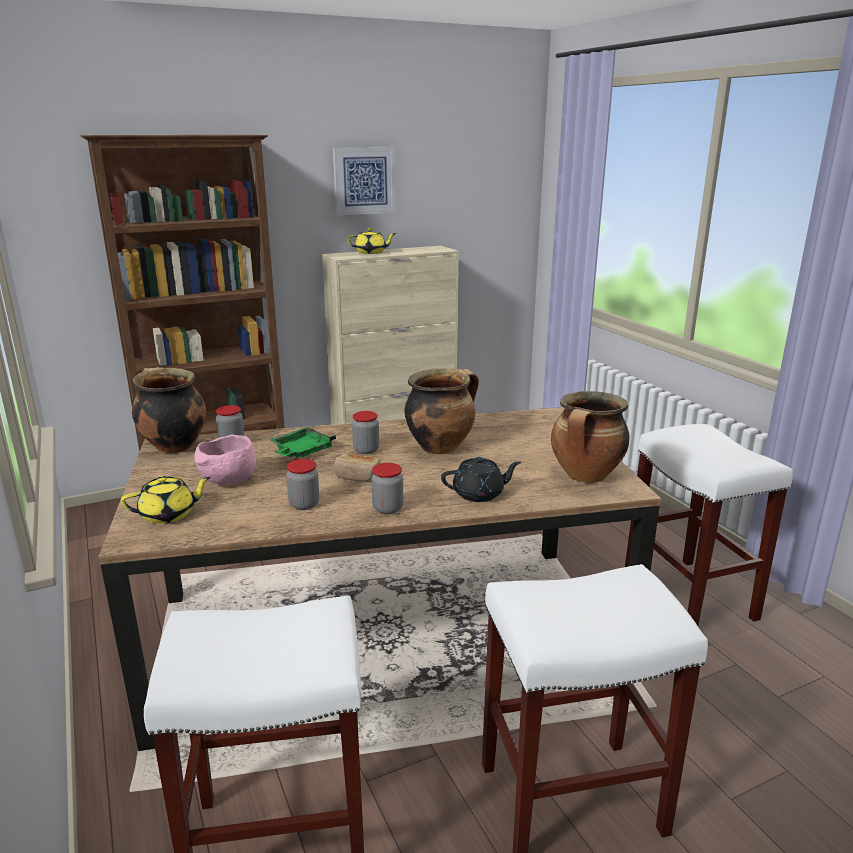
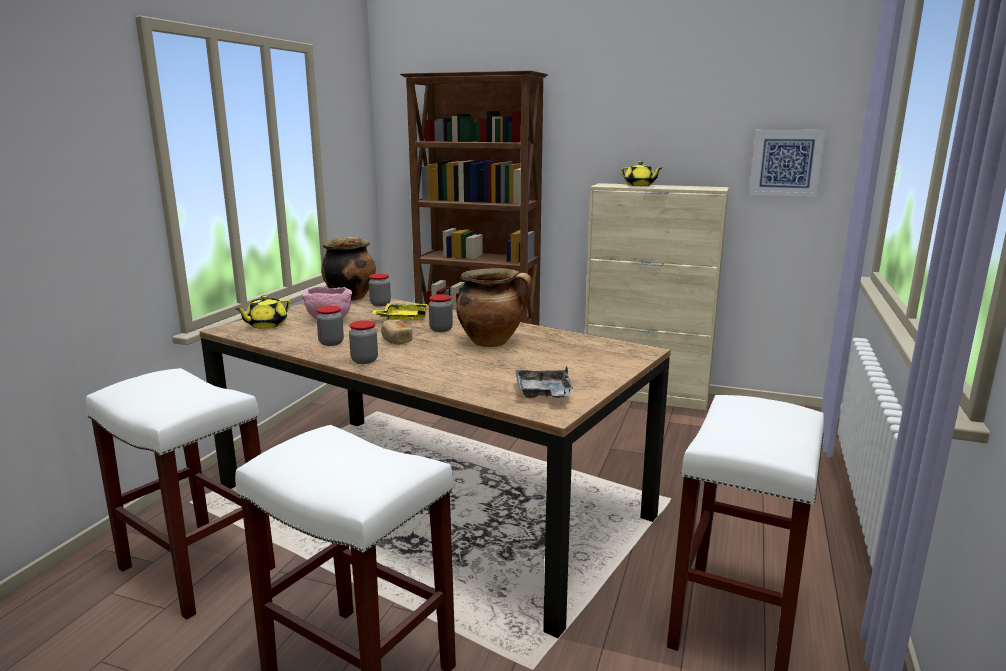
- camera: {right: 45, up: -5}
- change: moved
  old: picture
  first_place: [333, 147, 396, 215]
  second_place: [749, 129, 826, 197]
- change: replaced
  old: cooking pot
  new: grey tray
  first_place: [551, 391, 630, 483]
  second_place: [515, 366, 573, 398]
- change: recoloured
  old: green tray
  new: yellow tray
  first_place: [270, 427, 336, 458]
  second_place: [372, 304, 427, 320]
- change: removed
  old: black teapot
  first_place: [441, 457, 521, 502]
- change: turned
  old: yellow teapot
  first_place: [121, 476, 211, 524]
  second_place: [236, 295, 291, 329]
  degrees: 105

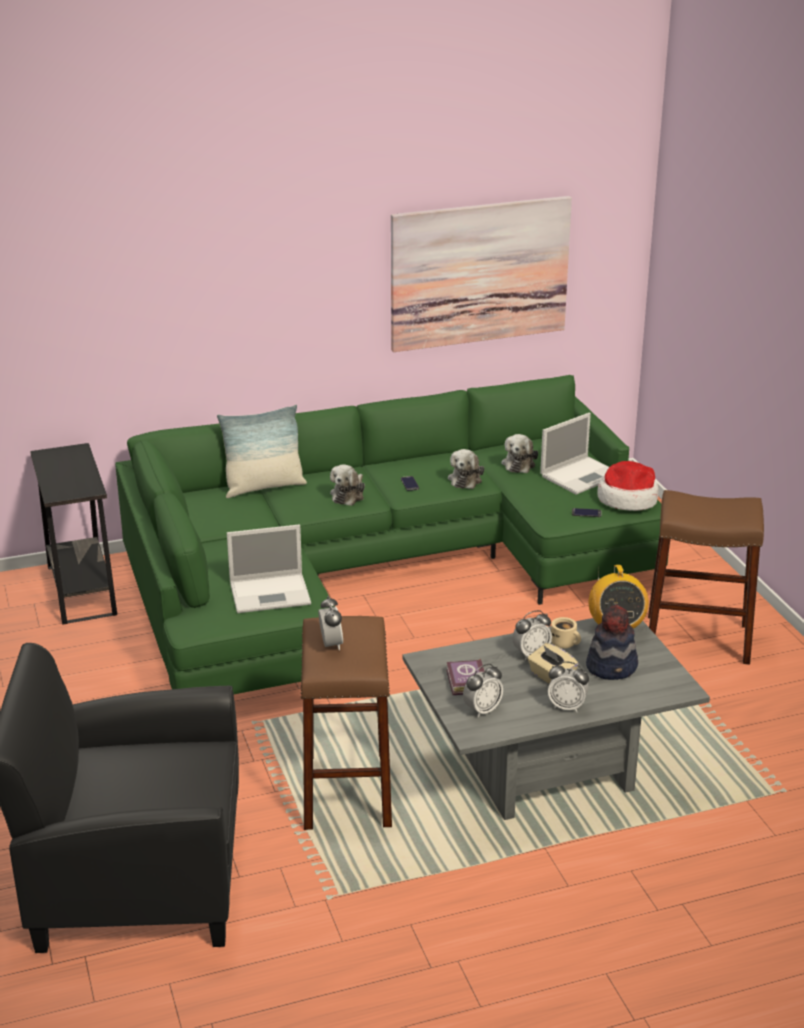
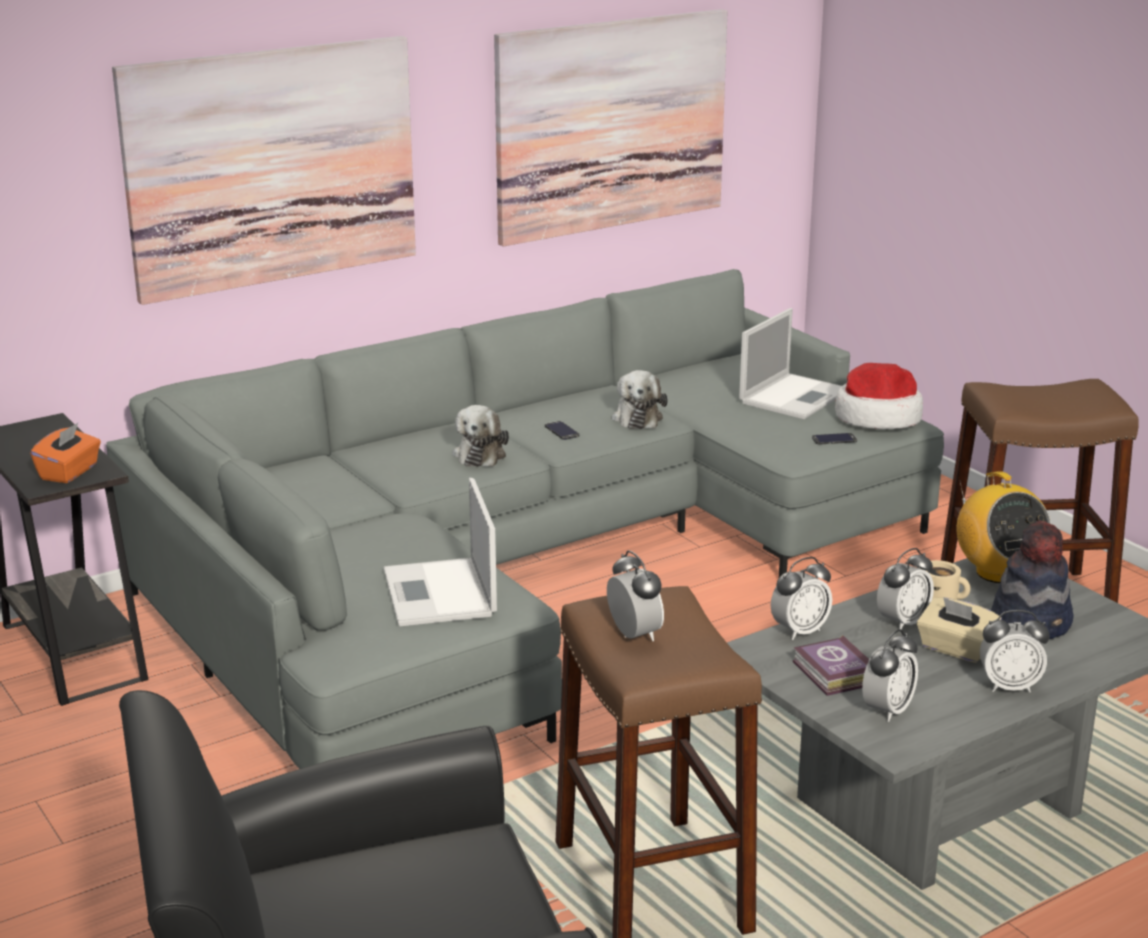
- camera: {right: -15, up: -5}
- change: recoloured
  old: green sofa
  new: grey sofa
  first_place: [115, 375, 669, 694]
  second_place: [106, 269, 944, 769]
- change: removed
  old: pillow
  first_place: [217, 405, 307, 498]
- change: removed
  old: plush toy
  first_place: [501, 434, 538, 473]
- change: turned
  old: laptop
  first_place: [227, 524, 311, 613]
  second_place: [383, 478, 497, 627]
  degrees: 105
- change: added
  new: picture
  second_place: [112, 36, 416, 305]
- change: added
  new: orange tissue box
  second_place: [30, 423, 101, 483]
- change: added
  new: alarm clock
  second_place: [771, 557, 832, 640]

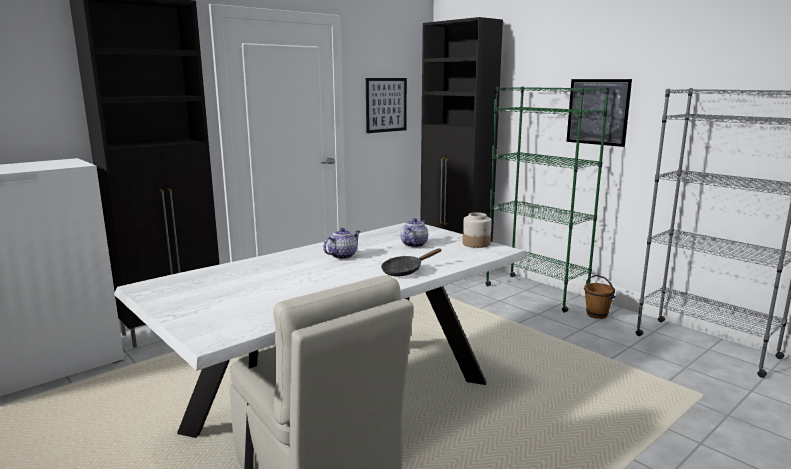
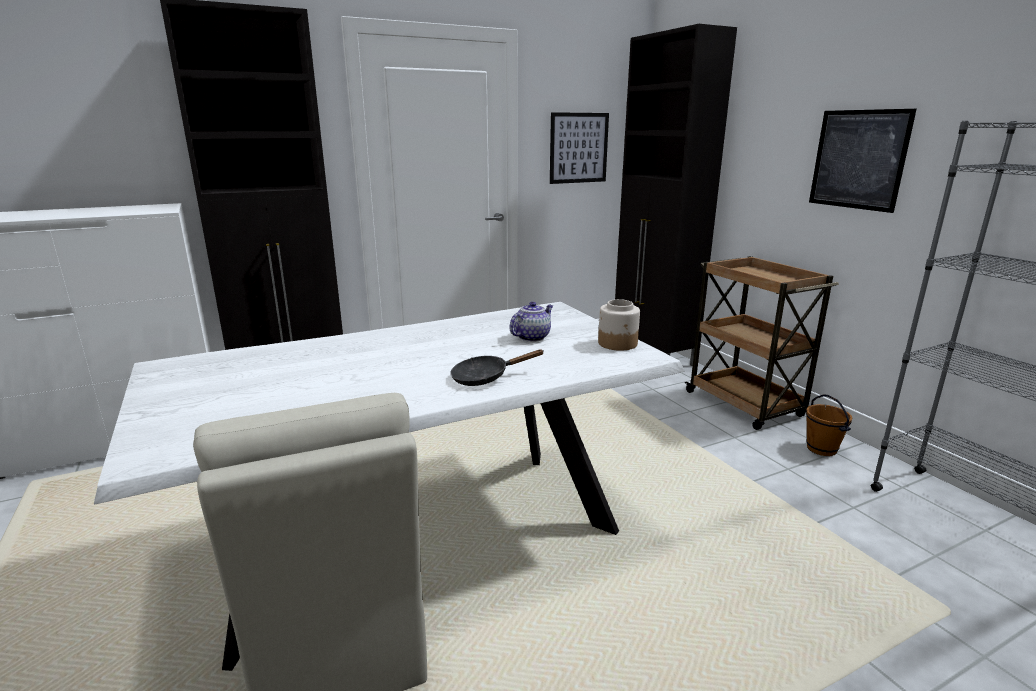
- camera: {right: 15, up: 5}
- change: replaced
  old: green bookcase
  new: brown cart
  first_place: [485, 86, 610, 313]
  second_place: [685, 256, 839, 430]
- change: removed
  old: teapot
  first_place: [323, 228, 360, 259]

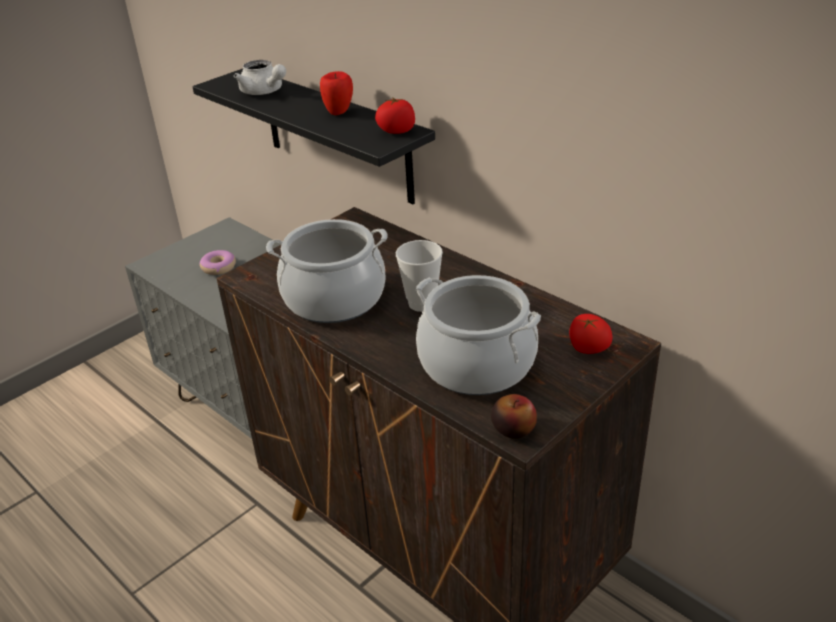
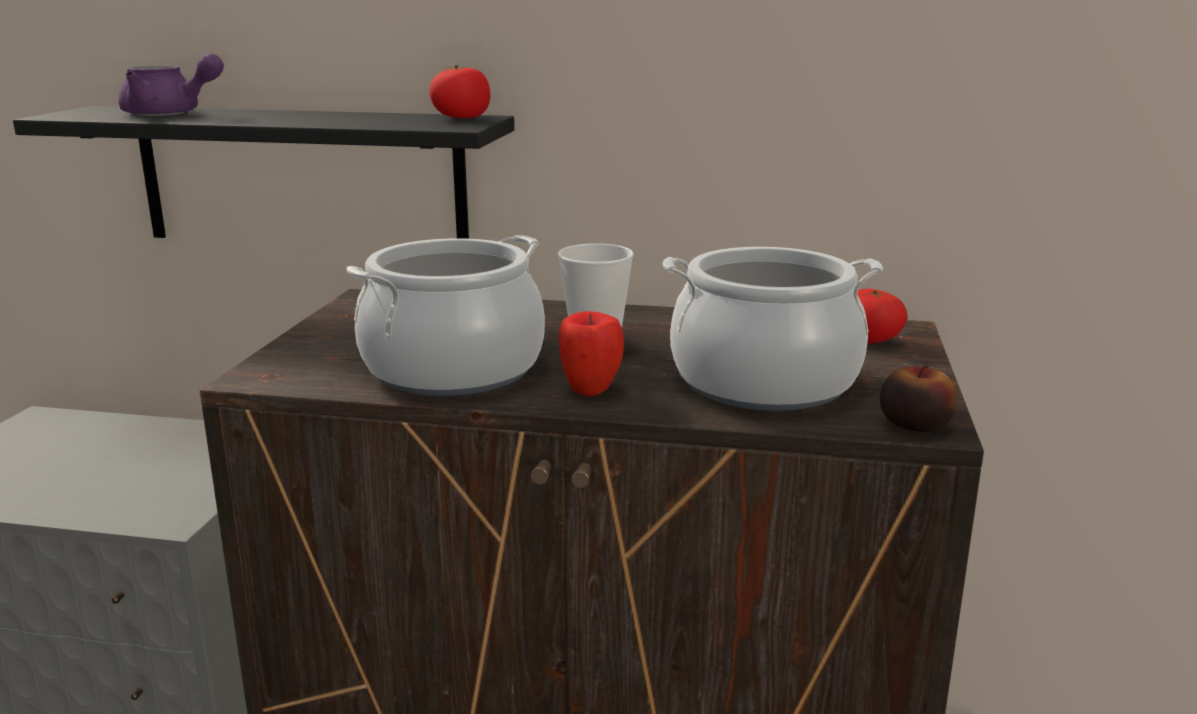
- camera: {right: -35, up: -15}
- change: recoloured
  old: white teapot
  new: purple teapot
  first_place: [234, 60, 286, 95]
  second_place: [119, 53, 224, 116]
- change: moved
  old: apple
  first_place: [320, 71, 353, 115]
  second_place: [558, 311, 624, 396]
- change: removed
  old: donut
  first_place: [199, 250, 236, 275]

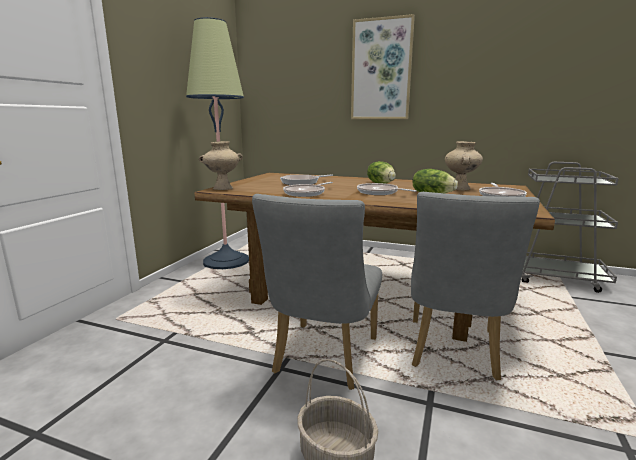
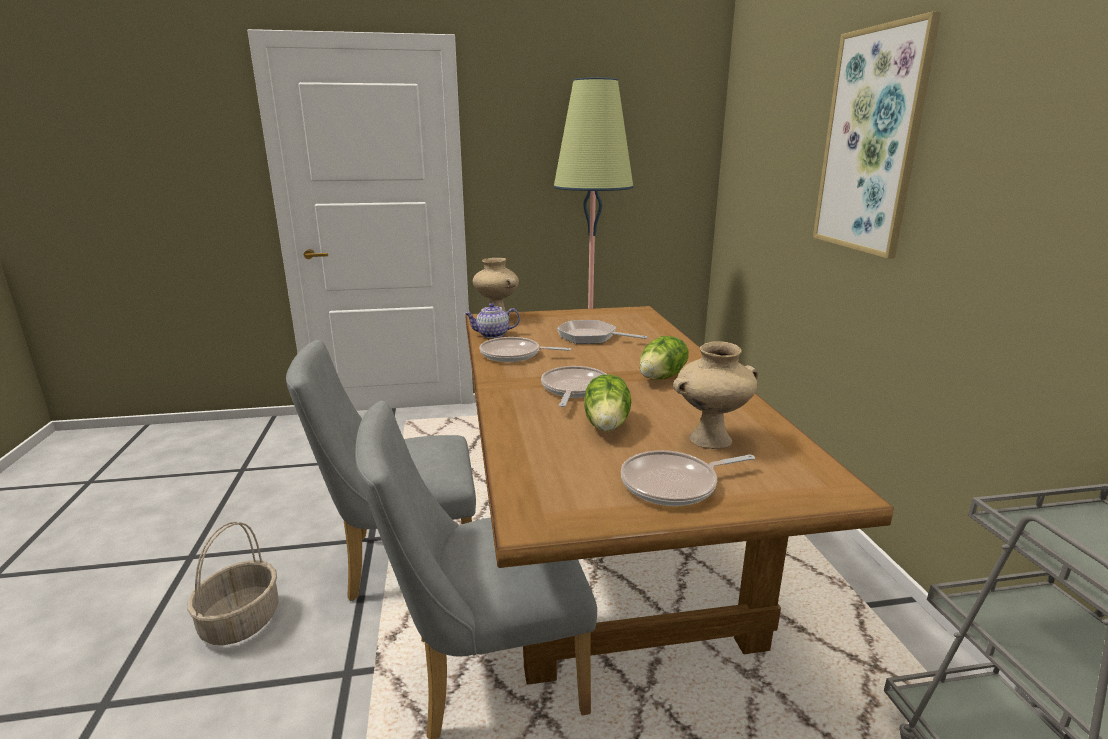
- camera: {right: 60, up: 5}
- change: added
  new: teapot
  second_place: [464, 303, 520, 338]

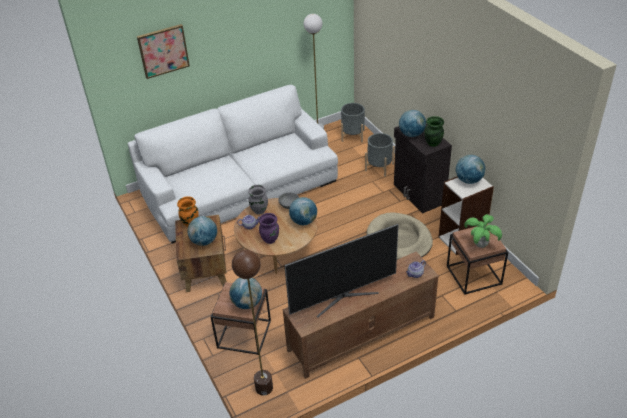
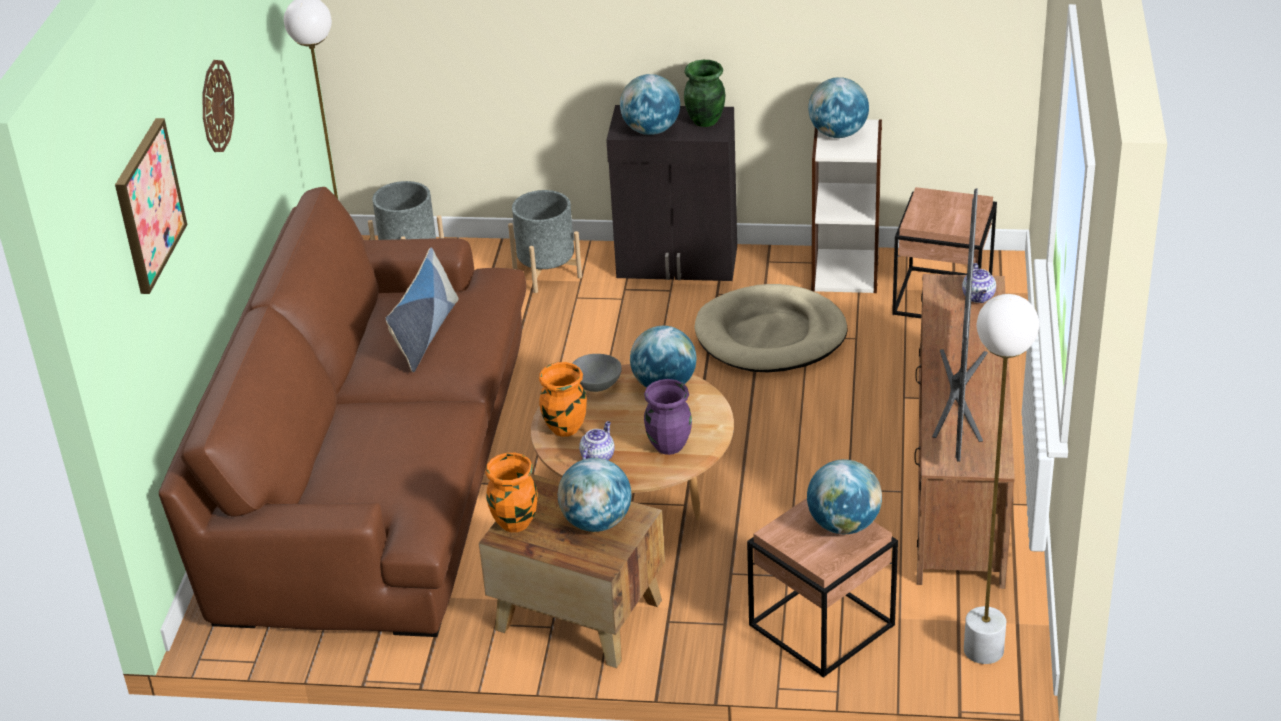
- camera: {right: -55, up: -5}
- change: recoloured
  old: white sofa
  new: brown sofa
  first_place: [128, 85, 338, 243]
  second_place: [159, 187, 526, 637]
- change: recoloured
  old: grey vase
  new: orange vase
  first_place: [248, 185, 268, 214]
  second_place: [539, 362, 587, 437]
- change: removed
  old: potted plant
  first_place: [464, 214, 502, 248]
- change: recoloured
  old: brown floor lamp
  new: white floor lamp
  first_place: [232, 250, 273, 396]
  second_place: [964, 294, 1039, 664]
- change: added
  new: wall clock
  second_place: [203, 60, 234, 152]
- change: added
  new: pillow
  second_place: [385, 248, 459, 372]

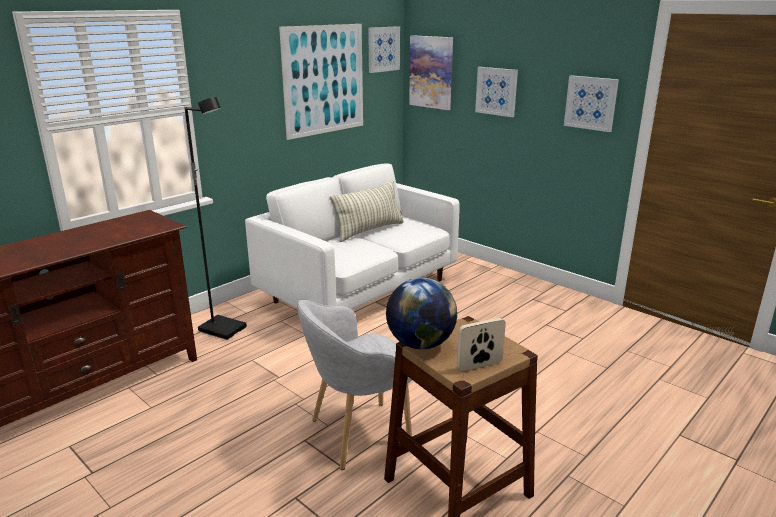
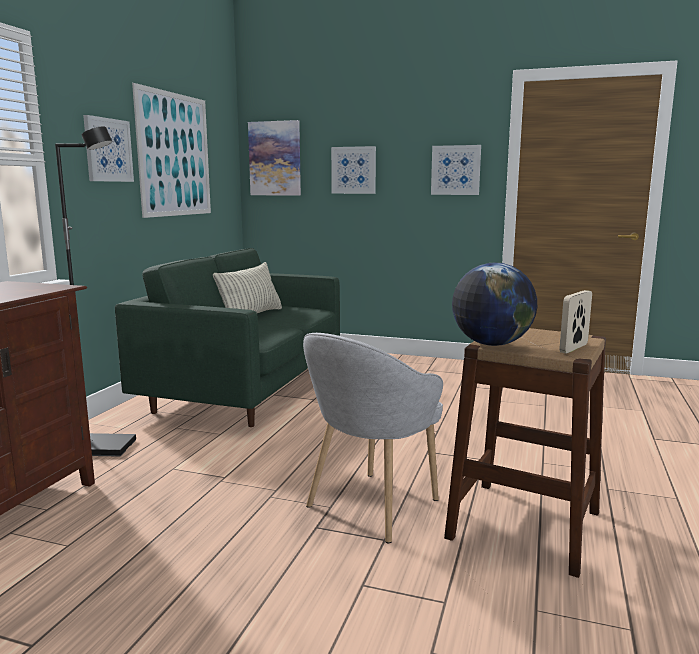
- camera: {right: -25, up: -10}
- change: moved
  old: picture
  first_place: [368, 26, 400, 73]
  second_place: [83, 115, 134, 182]
- change: recoloured
  old: white sofa
  new: green sofa
  first_place: [245, 163, 460, 309]
  second_place: [115, 248, 340, 427]

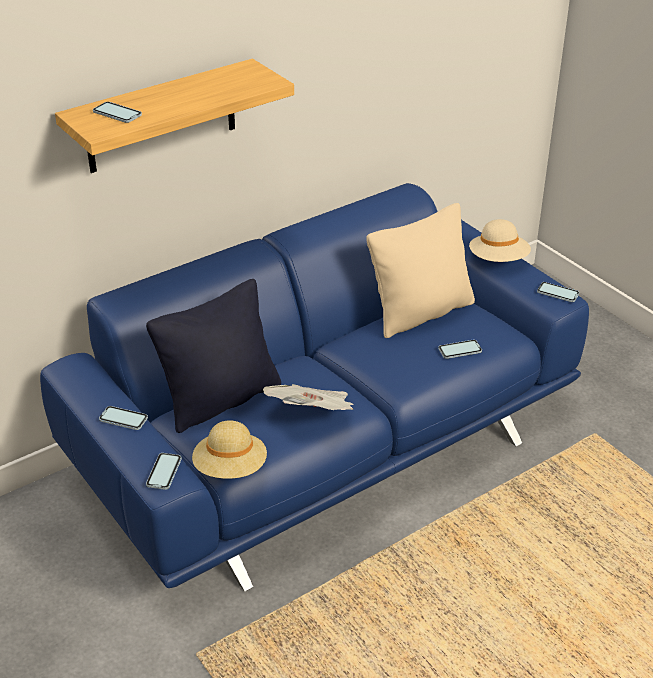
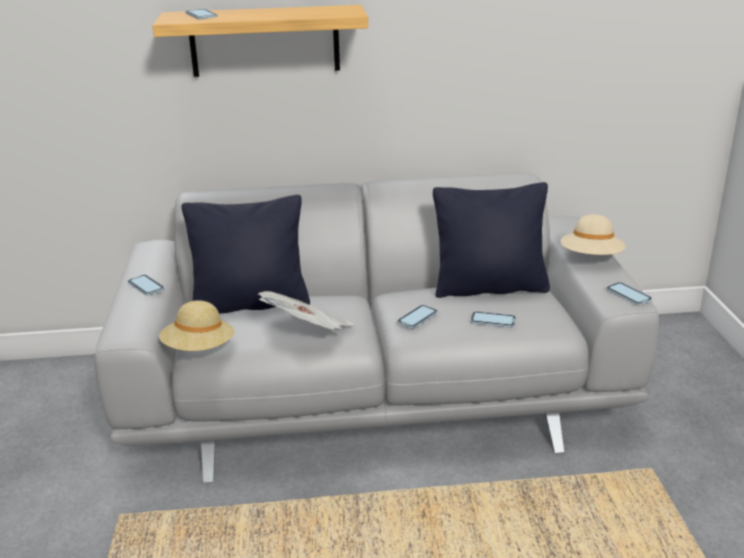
- camera: {right: 30, up: -10}
- change: recoloured
  old: blue sofa
  new: grey sofa
  first_place: [40, 183, 589, 592]
  second_place: [94, 173, 659, 483]
- change: recoloured
  old: beige pillow
  new: black pillow
  first_place: [366, 203, 475, 338]
  second_place: [433, 182, 550, 298]
- change: moved
  old: phone
  first_place: [146, 453, 182, 490]
  second_place: [398, 305, 438, 329]

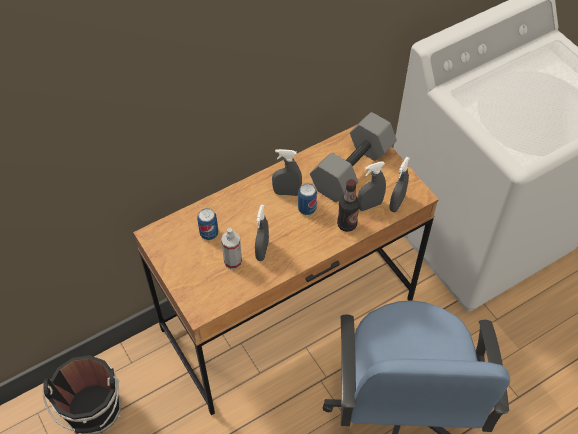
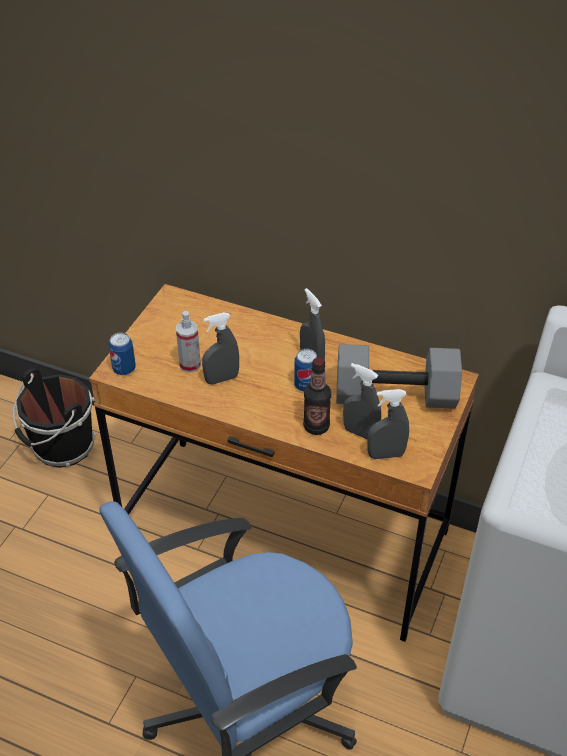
- camera: {right: 55, up: -10}
- change: moved
  old: can
  first_place: [197, 208, 218, 240]
  second_place: [109, 332, 136, 375]

